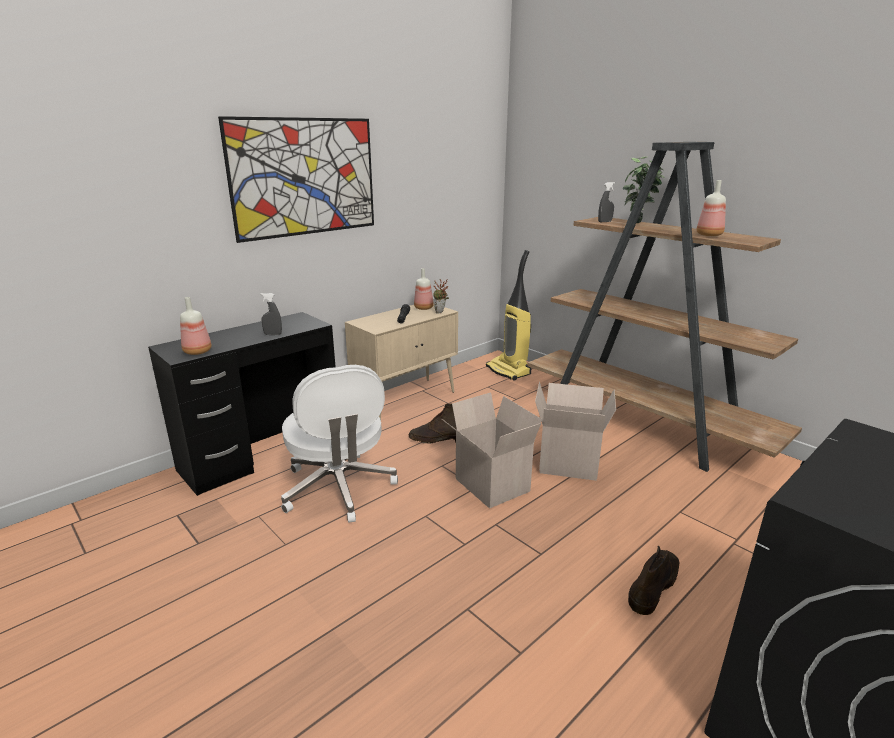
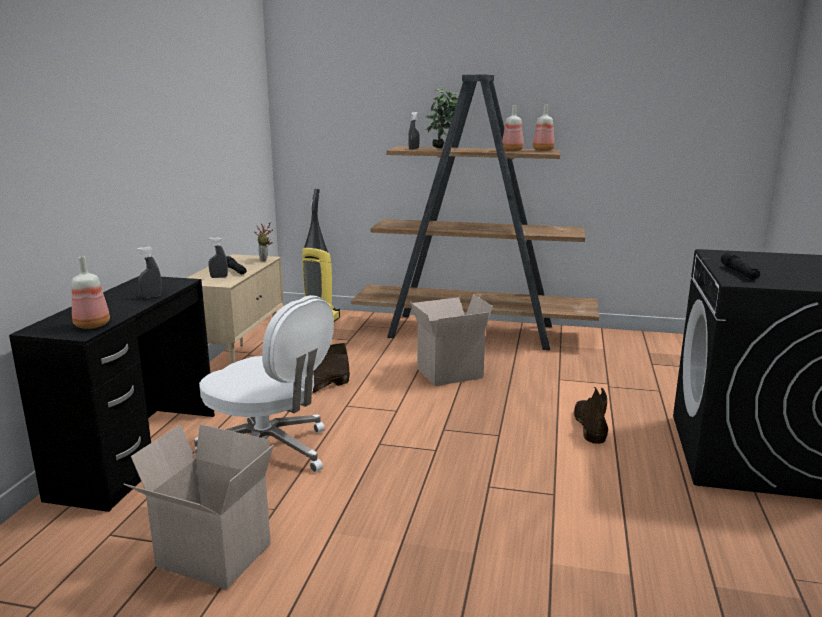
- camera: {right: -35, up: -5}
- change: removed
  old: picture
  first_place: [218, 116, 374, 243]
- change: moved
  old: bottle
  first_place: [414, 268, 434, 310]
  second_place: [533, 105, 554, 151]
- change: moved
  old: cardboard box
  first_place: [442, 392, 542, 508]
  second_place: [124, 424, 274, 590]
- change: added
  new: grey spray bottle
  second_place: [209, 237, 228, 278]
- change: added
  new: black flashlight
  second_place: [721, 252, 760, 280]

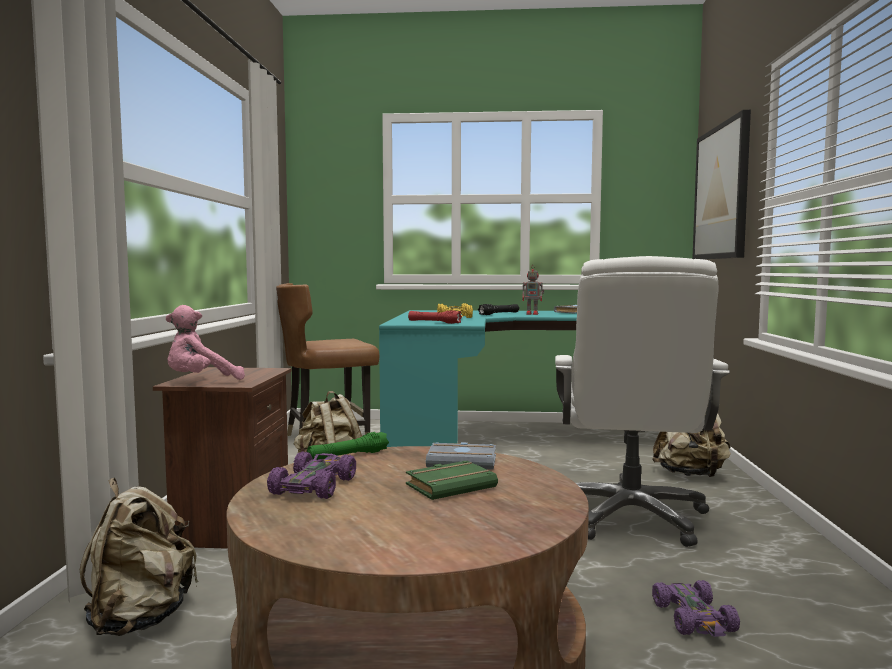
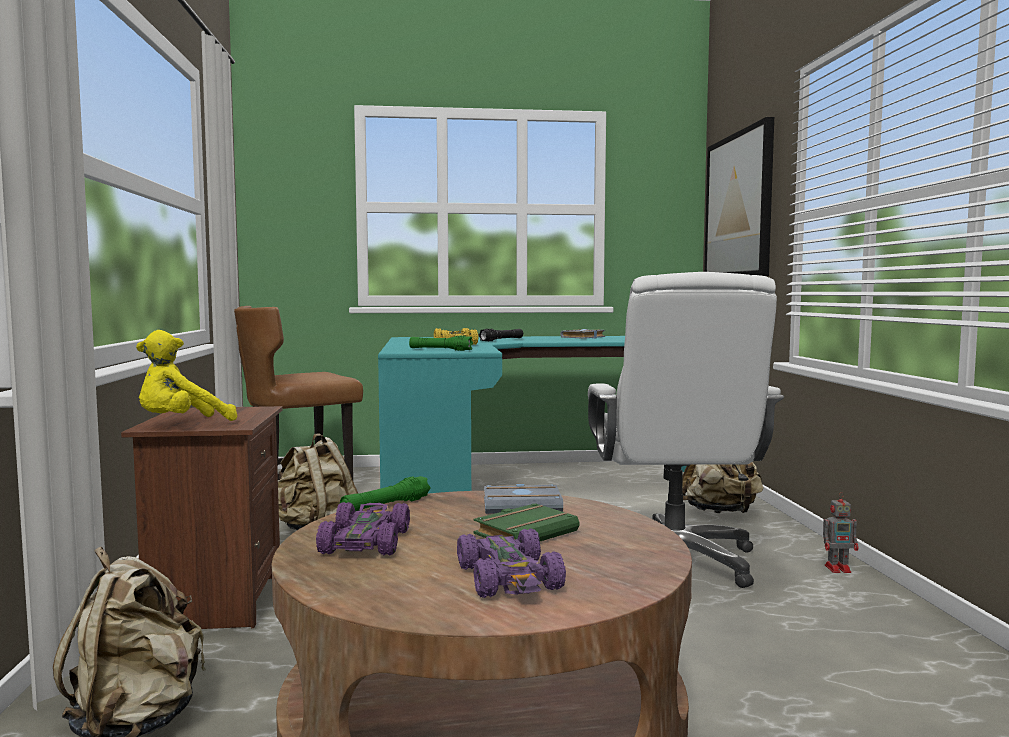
- camera: {right: -10, up: 0}
- change: moved
  old: toy robot
  first_place: [522, 266, 544, 315]
  second_place: [823, 492, 859, 573]
- change: recoloured
  old: pink plush toy
  new: yellow plush toy
  first_place: [166, 305, 245, 380]
  second_place: [136, 330, 237, 421]
- change: recoloured
  old: red flashlight
  new: green flashlight
  first_place: [408, 310, 462, 324]
  second_place: [409, 336, 473, 351]
- change: moved
  old: purple toy car
  first_place: [652, 580, 740, 637]
  second_place: [457, 528, 566, 598]

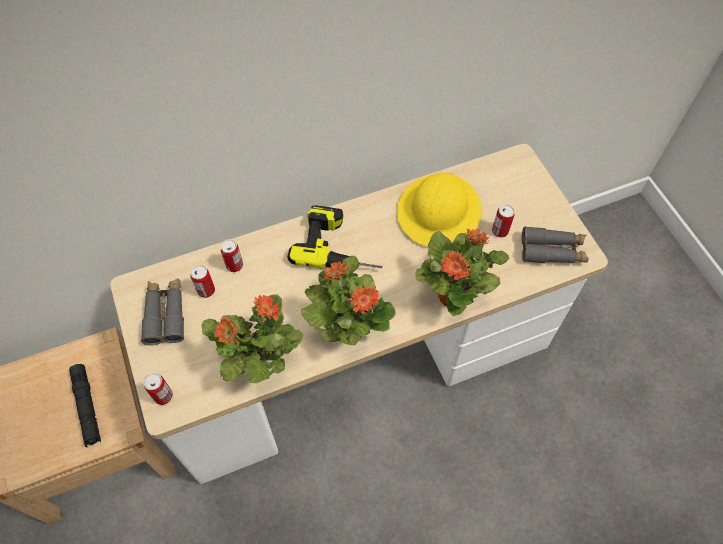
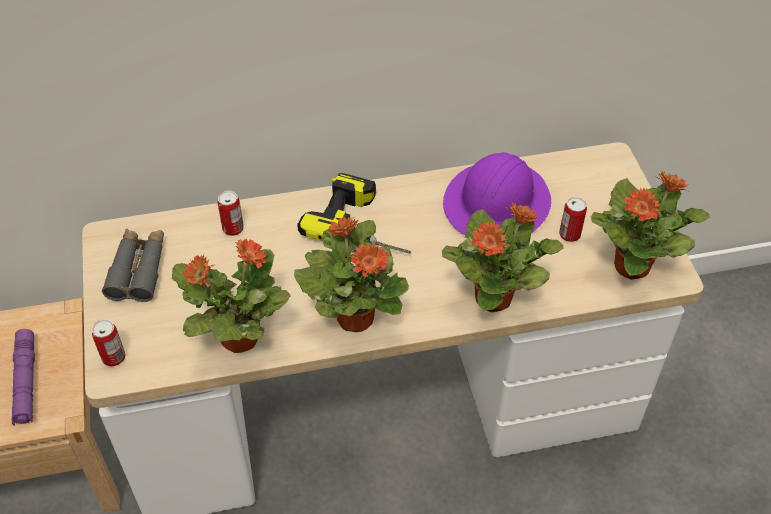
- camera: {right: 10, up: -10}
- change: recoloured
  old: yellow hard hat
  new: purple hard hat
  first_place: [397, 172, 482, 247]
  second_place: [443, 152, 551, 235]
- change: replaced
  old: grey binoculars
  new: potted plant
  first_place: [522, 226, 589, 263]
  second_place: [591, 171, 710, 280]
- change: removed
  old: can
  first_place: [190, 265, 215, 298]
- change: recoloured
  old: black flashlight
  new: purple flashlight
  first_place: [69, 364, 101, 447]
  second_place: [12, 329, 35, 426]

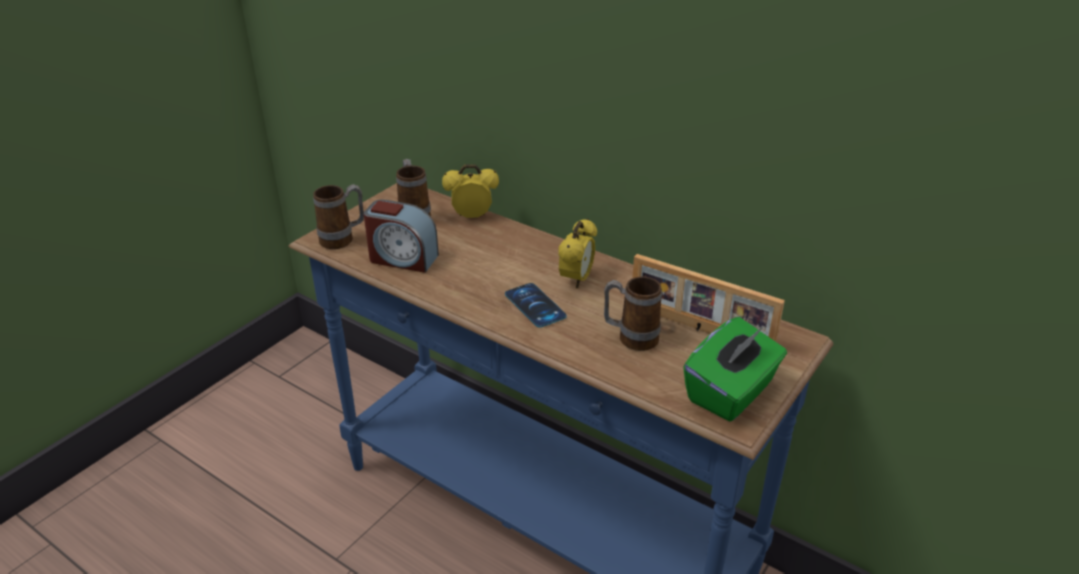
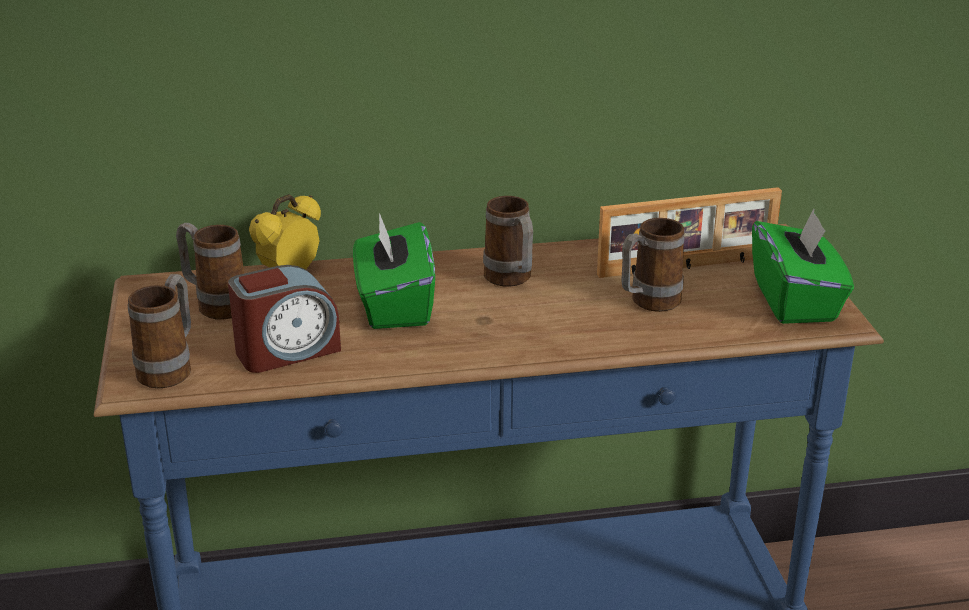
- camera: {right: -45, up: -5}
- change: replaced
  old: alarm clock
  new: mug
  first_place: [559, 219, 597, 288]
  second_place: [483, 196, 533, 287]
- change: removed
  old: phone
  first_place: [505, 283, 567, 328]
- change: added
  new: green tissue box
  second_place: [353, 213, 435, 329]

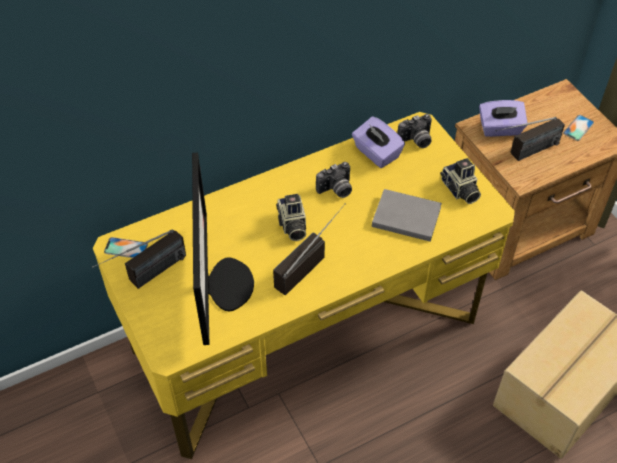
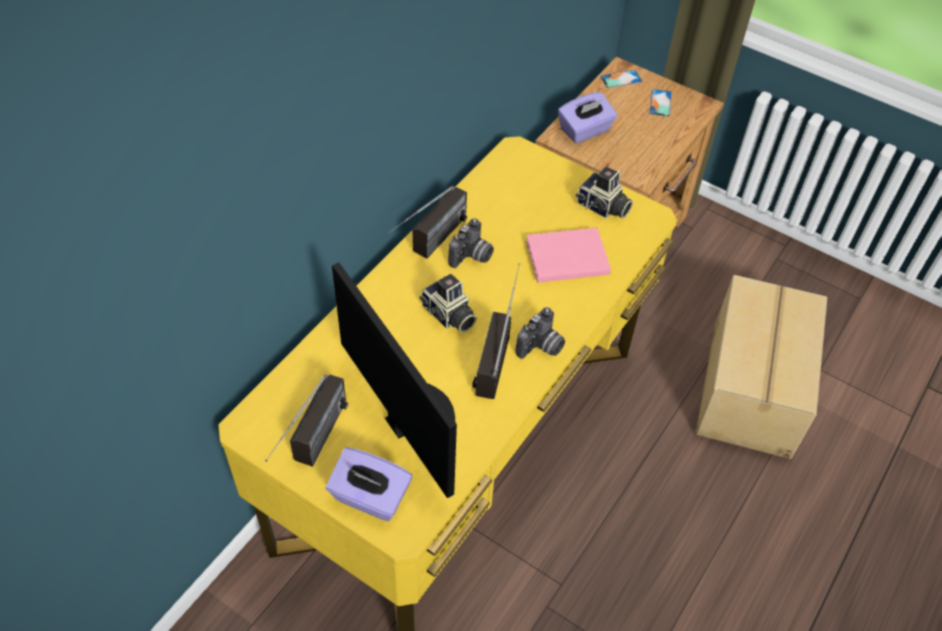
- camera: {right: -30, up: 0}
- change: moved
  old: photo camera
  first_place: [397, 114, 432, 148]
  second_place: [515, 307, 565, 359]
- change: moved
  old: purple tissue box
  first_place: [352, 116, 405, 168]
  second_place: [326, 447, 412, 521]
- change: moved
  old: radio
  first_place: [495, 117, 565, 161]
  second_place: [389, 186, 467, 258]
- change: recoloured
  old: grey book
  new: pink book
  first_place: [372, 189, 442, 242]
  second_place: [526, 228, 611, 283]
- change: moved
  old: phone
  first_place: [104, 237, 148, 258]
  second_place: [600, 70, 642, 88]

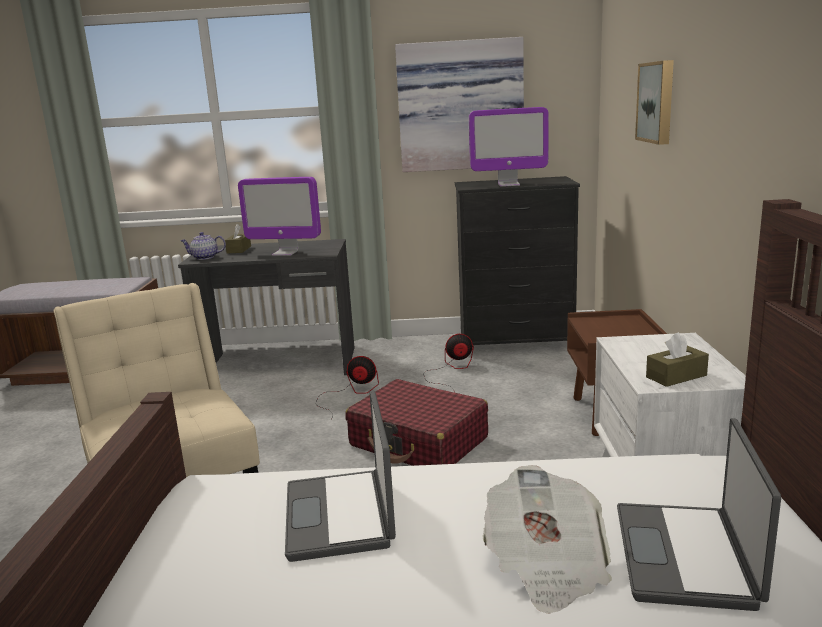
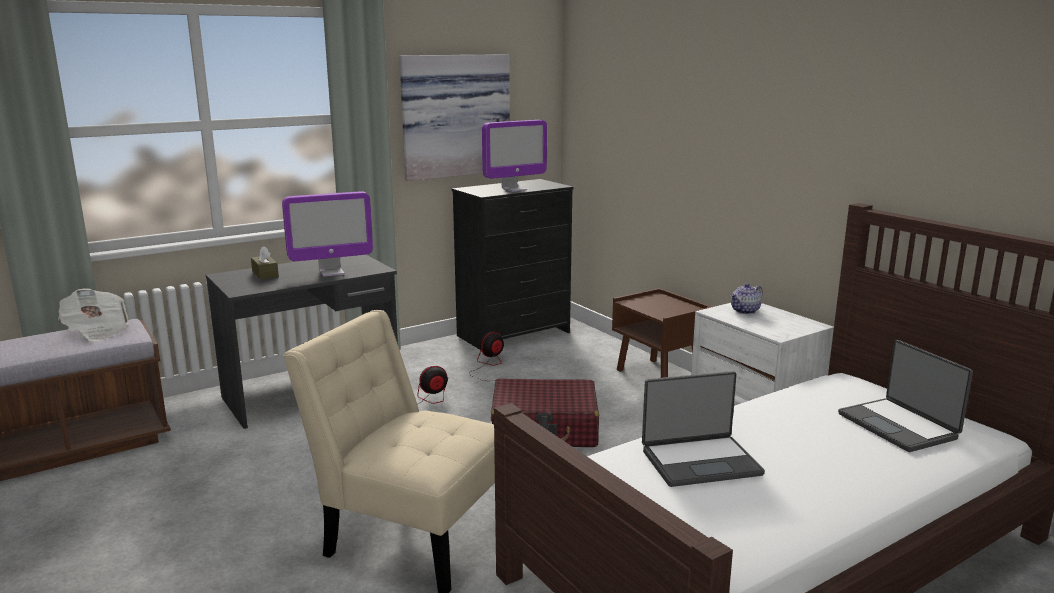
- camera: {right: -35, up: 0}
- change: removed
  old: picture
  first_place: [635, 60, 674, 145]
- change: moved
  old: teapot
  first_place: [180, 232, 226, 260]
  second_place: [730, 283, 763, 314]
- change: removed
  old: brown tissue box
  first_place: [646, 332, 709, 387]
- change: turned
  old: laptop
  first_place: [285, 390, 396, 562]
  second_place: [642, 371, 765, 487]
  degrees: -60
- change: moved
  old: newspaper
  first_place: [482, 465, 612, 614]
  second_place: [58, 288, 129, 342]

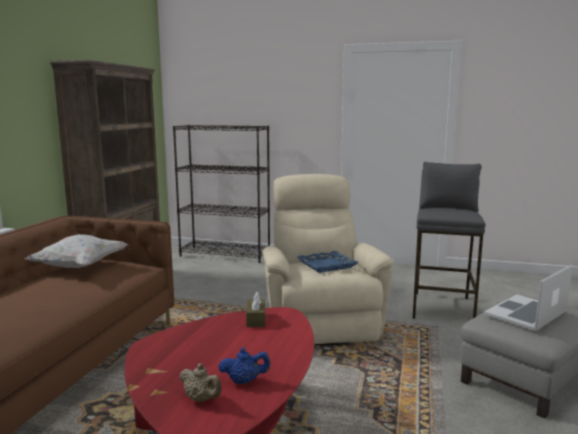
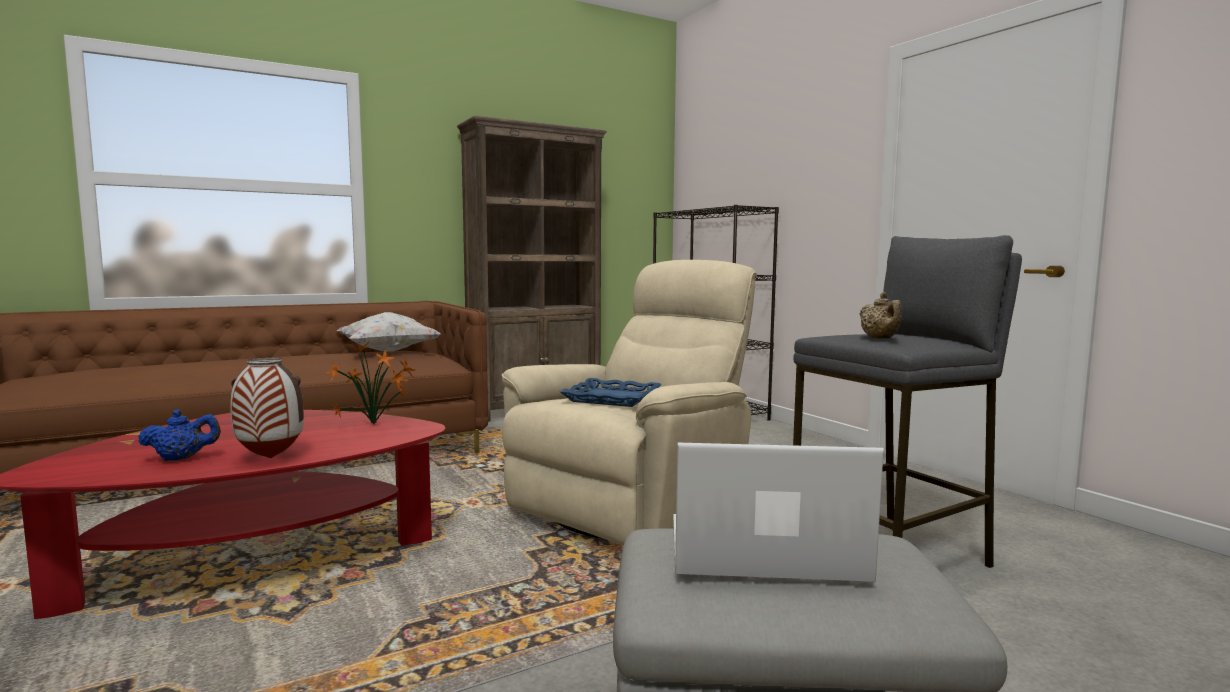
- camera: {right: 45, up: -5}
- change: replaced
  old: brown tissue box
  new: potted plant
  first_place: [246, 292, 265, 327]
  second_place: [326, 342, 415, 425]
- change: turned
  old: blue teapot
  first_place: [218, 347, 271, 384]
  second_place: [138, 410, 221, 461]
  degrees: -60
- change: moved
  old: beige teapot
  first_place: [179, 363, 222, 402]
  second_place: [860, 292, 903, 339]
- change: added
  new: vase
  second_place: [230, 357, 304, 458]

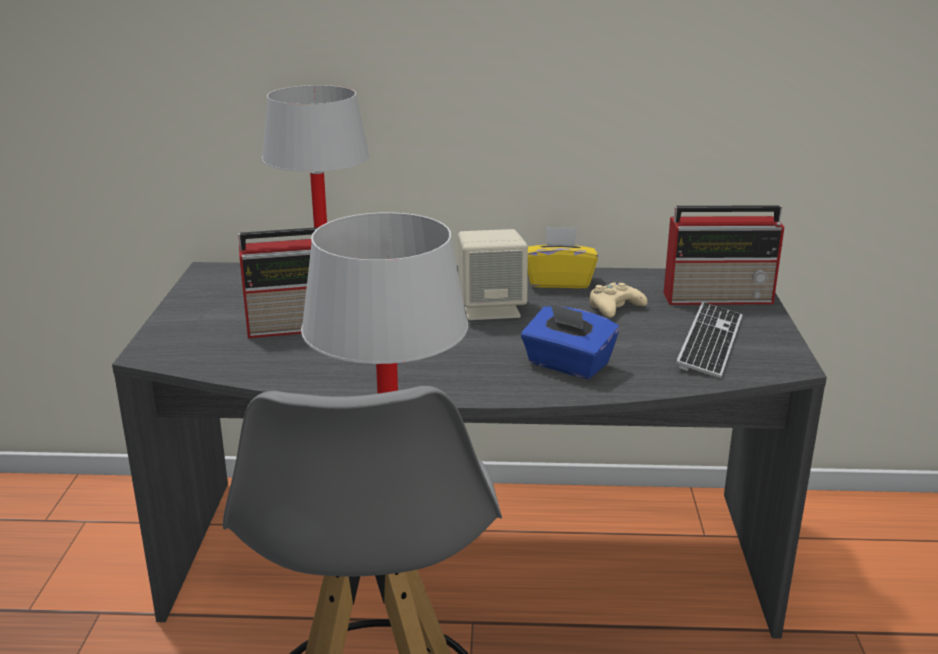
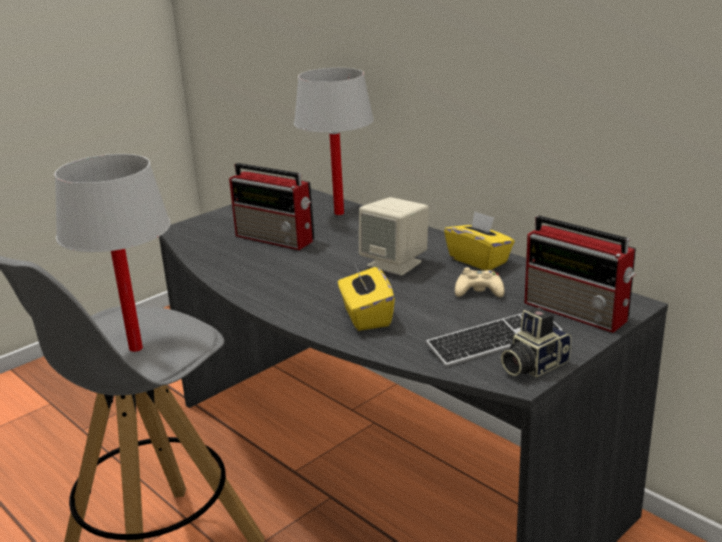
- camera: {right: 45, up: 0}
- change: recoloured
  old: blue tissue box
  new: yellow tissue box
  first_place: [521, 303, 619, 379]
  second_place: [338, 262, 395, 331]
- change: added
  new: photo camera
  second_place: [501, 307, 571, 378]

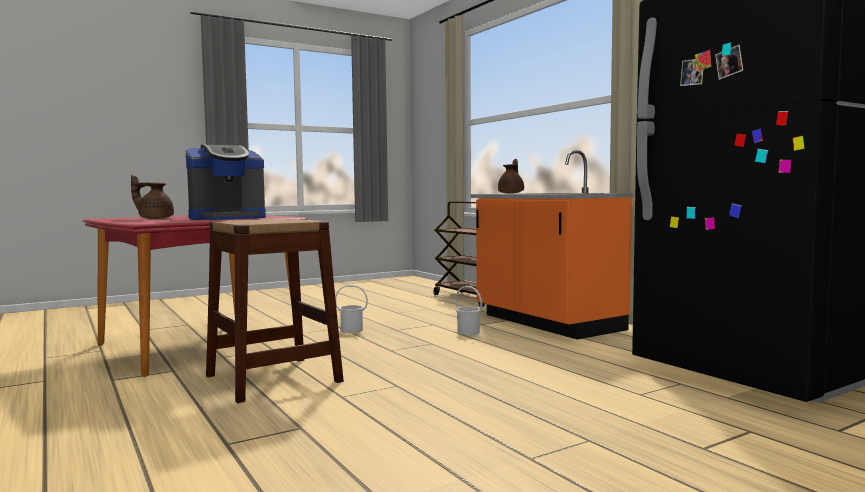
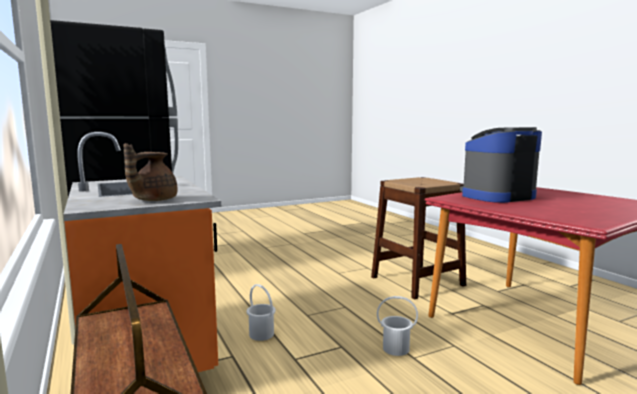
- camera: {right: -175, up: 5}
- change: removed
  old: brown teapot
  first_place: [131, 175, 174, 219]

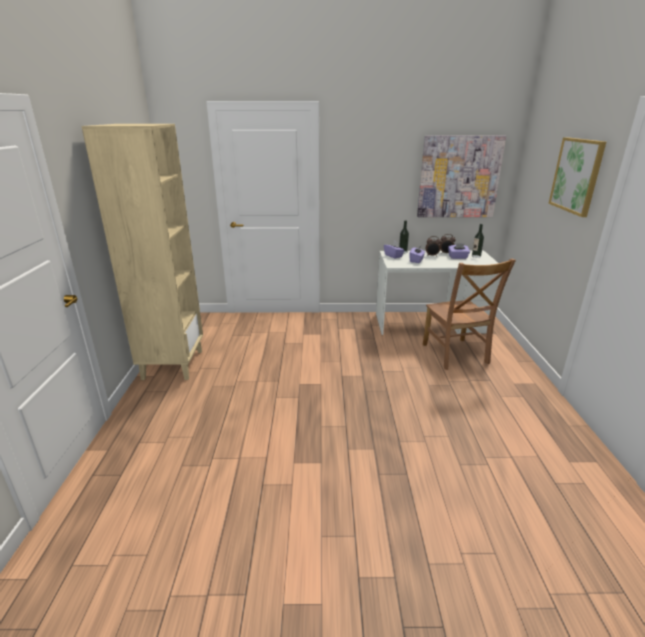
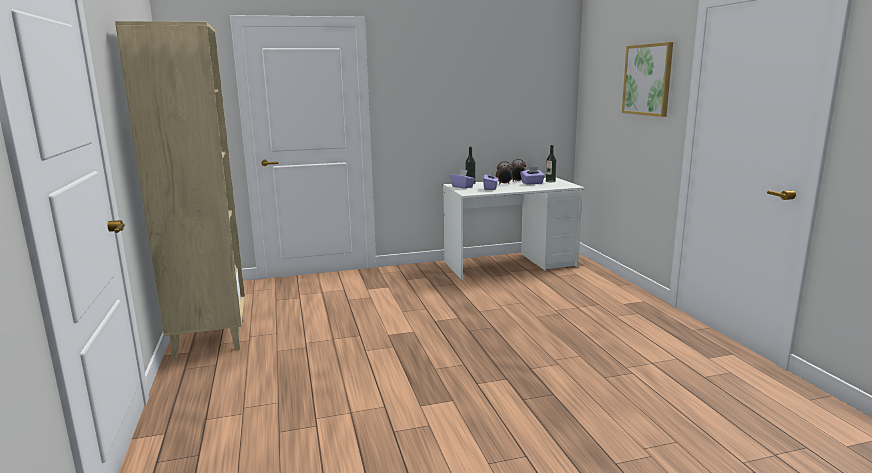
- camera: {right: -15, up: -10}
- change: removed
  old: picture
  first_place: [417, 135, 506, 217]
- change: removed
  old: brown chair
  first_place: [423, 259, 516, 370]

